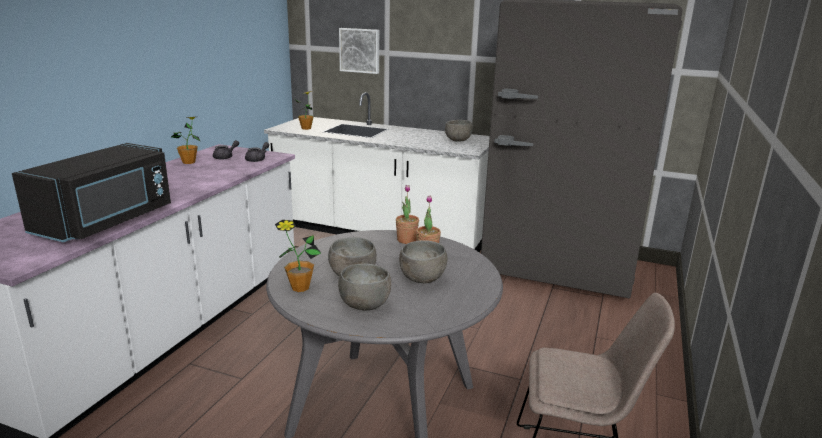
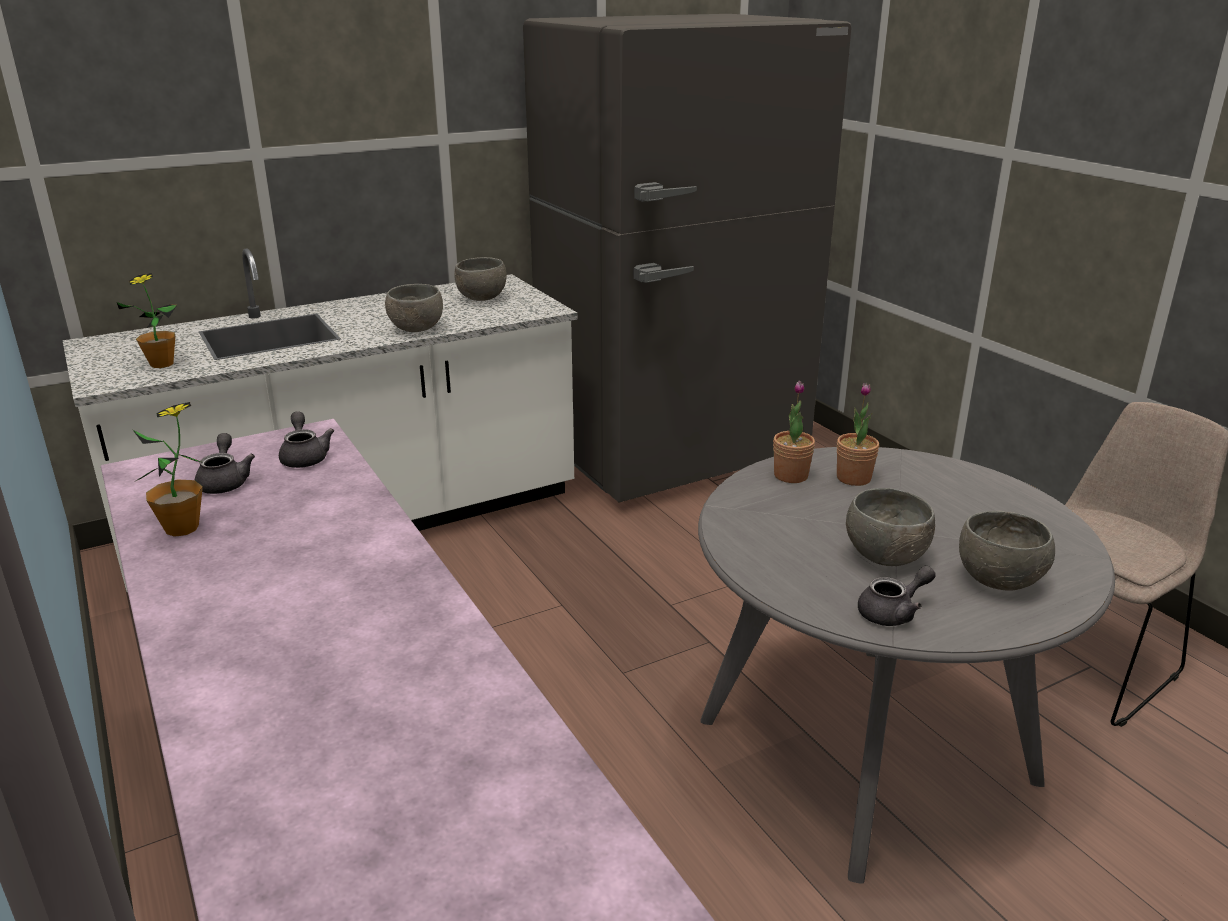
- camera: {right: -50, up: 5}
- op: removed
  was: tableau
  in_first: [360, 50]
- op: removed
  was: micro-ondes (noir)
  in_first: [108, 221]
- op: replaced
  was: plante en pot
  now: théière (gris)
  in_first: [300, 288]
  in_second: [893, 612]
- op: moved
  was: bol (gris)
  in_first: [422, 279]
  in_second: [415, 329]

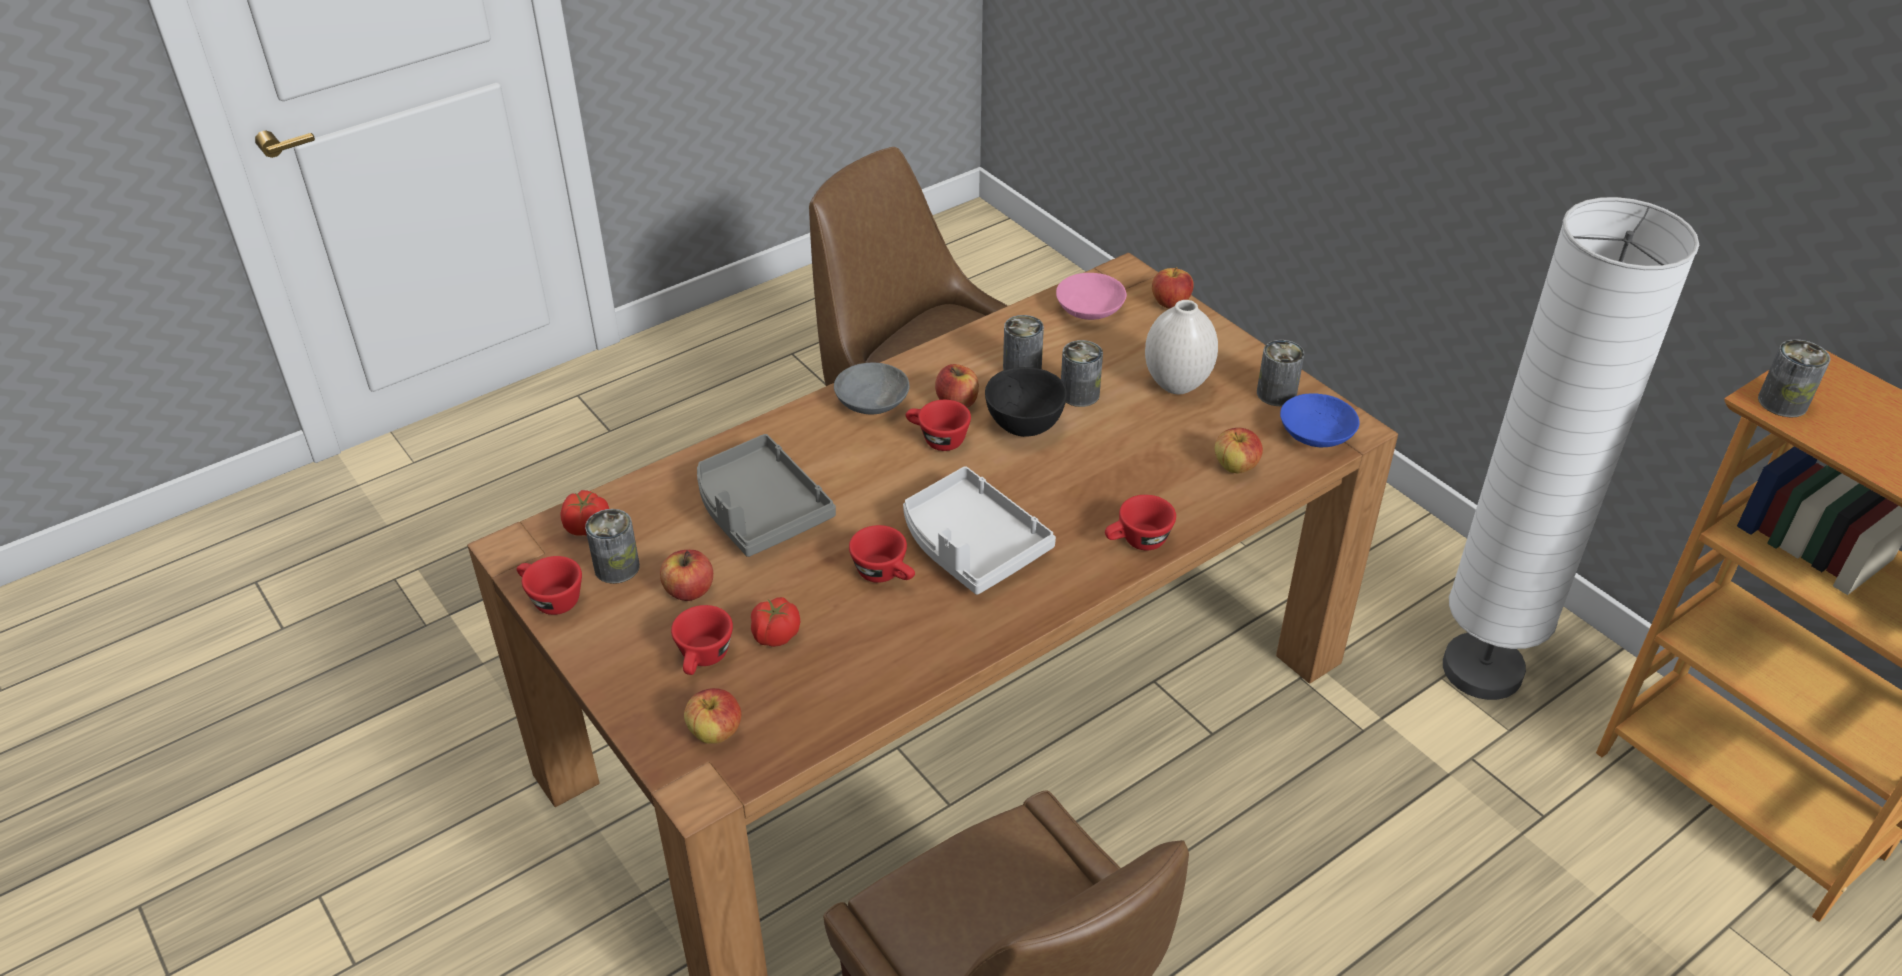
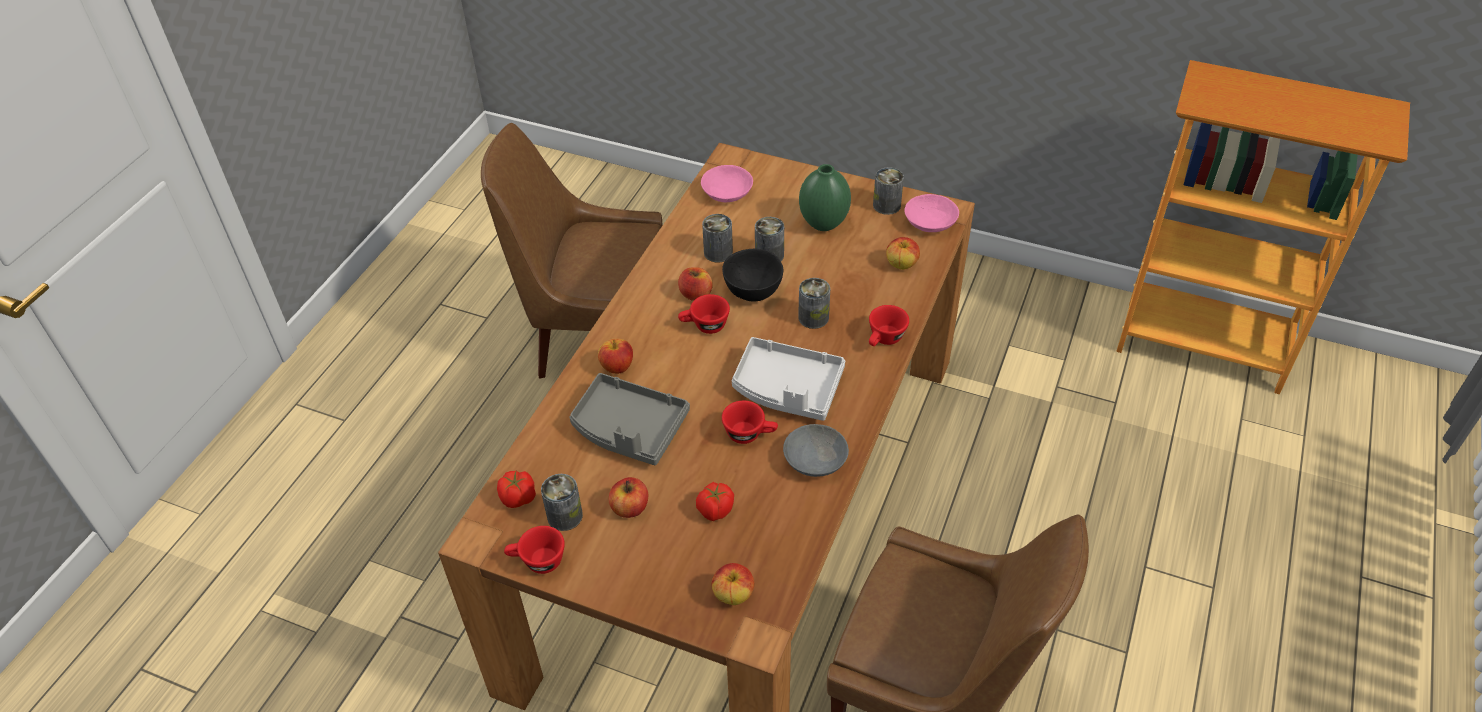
- camera: {right: -30, up: 5}
- op: removed
  was: lampadaire (blanc)
  in_first: [1482, 670]
- op: moved
  was: pomme
  in_first: [1170, 303]
  in_second: [617, 367]
- op: recoloured
  was: vase (blanc)
  now: vase (vert)
  in_first: [1176, 384]
  in_second: [823, 224]
- op: moved
  was: boîte métallique
  in_first: [1782, 402]
  in_second: [813, 317]
- op: moved
  was: bol (gris)
  in_first: [873, 402]
  in_second: [816, 460]
- op: recoloured
  was: bol (bleu)
  now: bol (rose)
  in_first: [1318, 434]
  in_second: [931, 222]
- op: removed
  was: tasse (rouge)
  in_first: [703, 659]

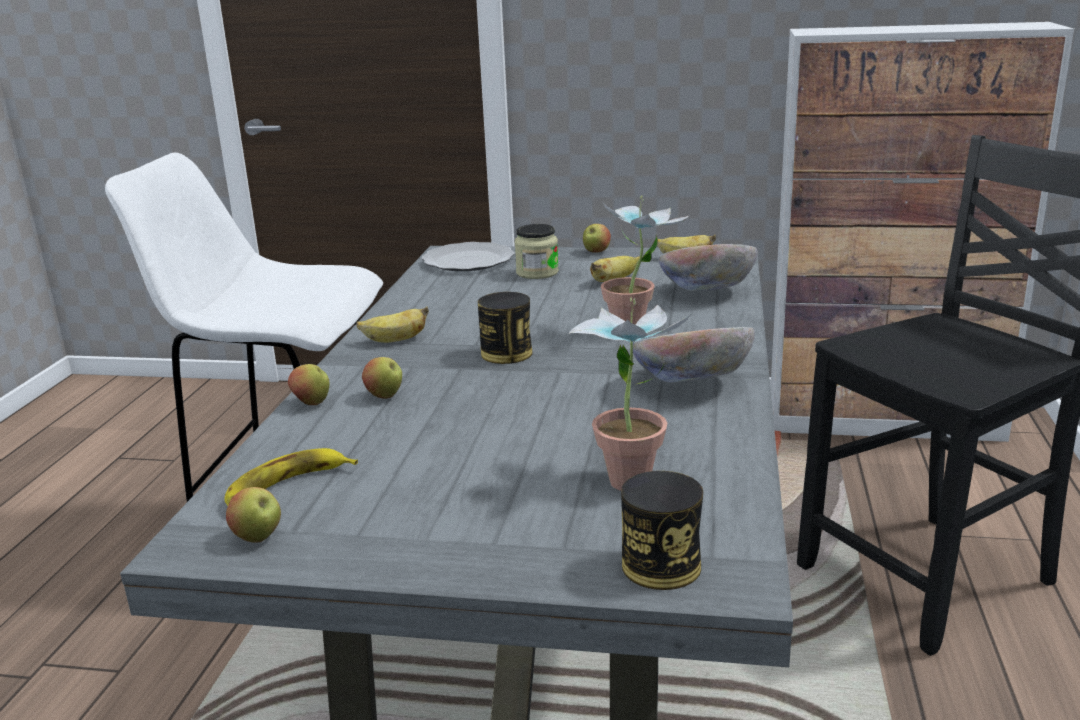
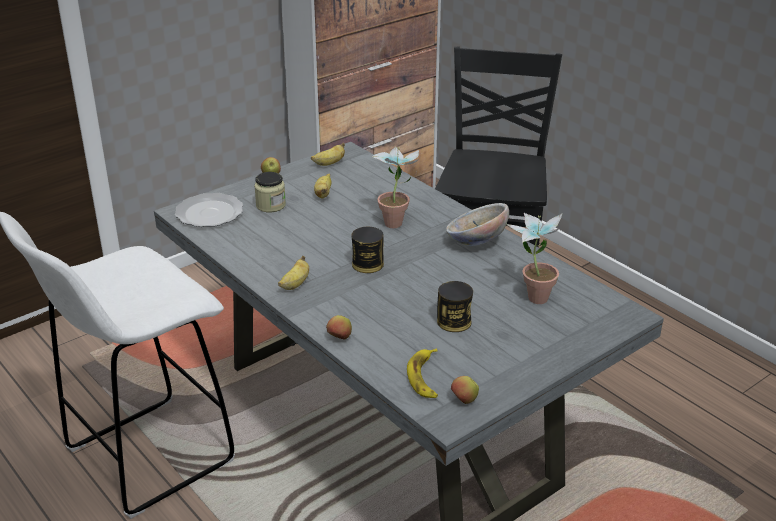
- camera: {right: -50, up: 10}
- op: removed
  was: bol
  in_first: [706, 293]
- op: removed
  was: pomme
  in_first: [385, 396]
- op: moved
  was: boîte métallique
  in_first: [661, 566]
  in_second: [454, 321]

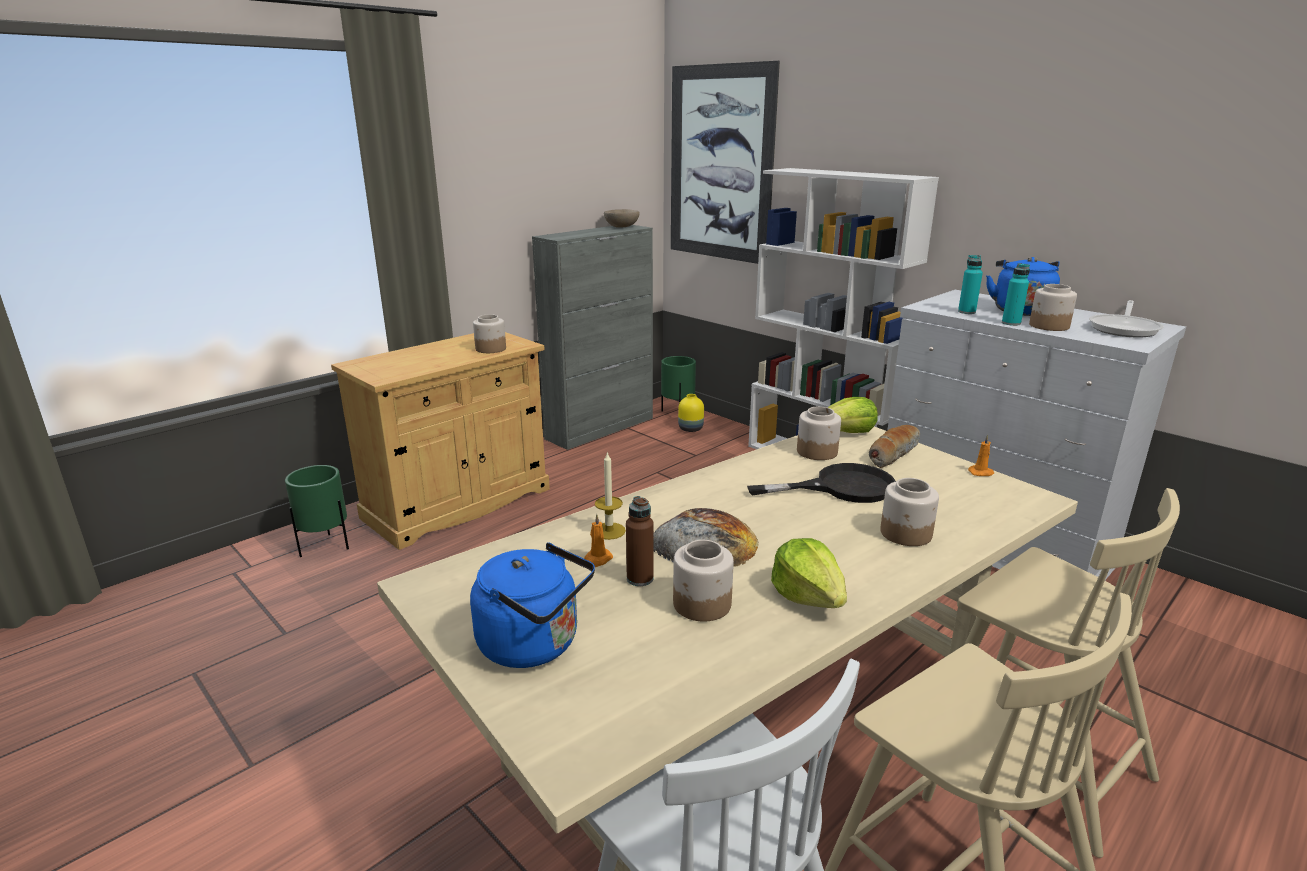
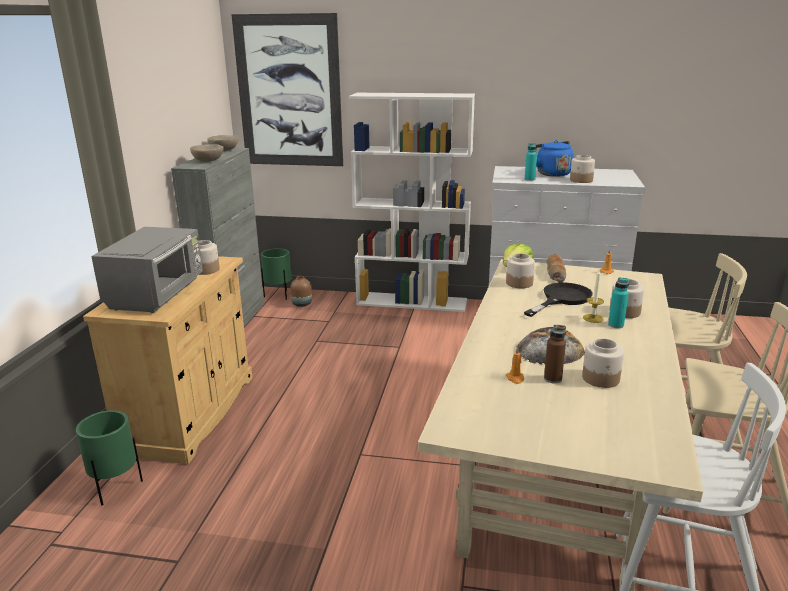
- camera: {right: -35, up: 0}
- op: moved
  was: bouteille (turquoise)
  in_first: [1011, 323]
  in_second: [616, 325]
- op: removed
  was: poêle
  in_first: [1124, 328]
- op: recoloured
  was: vase (jaune)
  now: vase (marron)
  in_first: [691, 429]
  in_second: [302, 304]
- op: moved
  was: bougie
  in_first: [609, 531]
  in_second: [593, 318]
- op: removed
  was: laitue
  in_first: [808, 596]
- op: removed
  was: bouilloire (bleu)
  in_first: [535, 644]
- op: added
  now: bol (beige)
  in_second: [208, 161]
- op: added
  now: micro-ondes (gris)
  in_second: [158, 294]

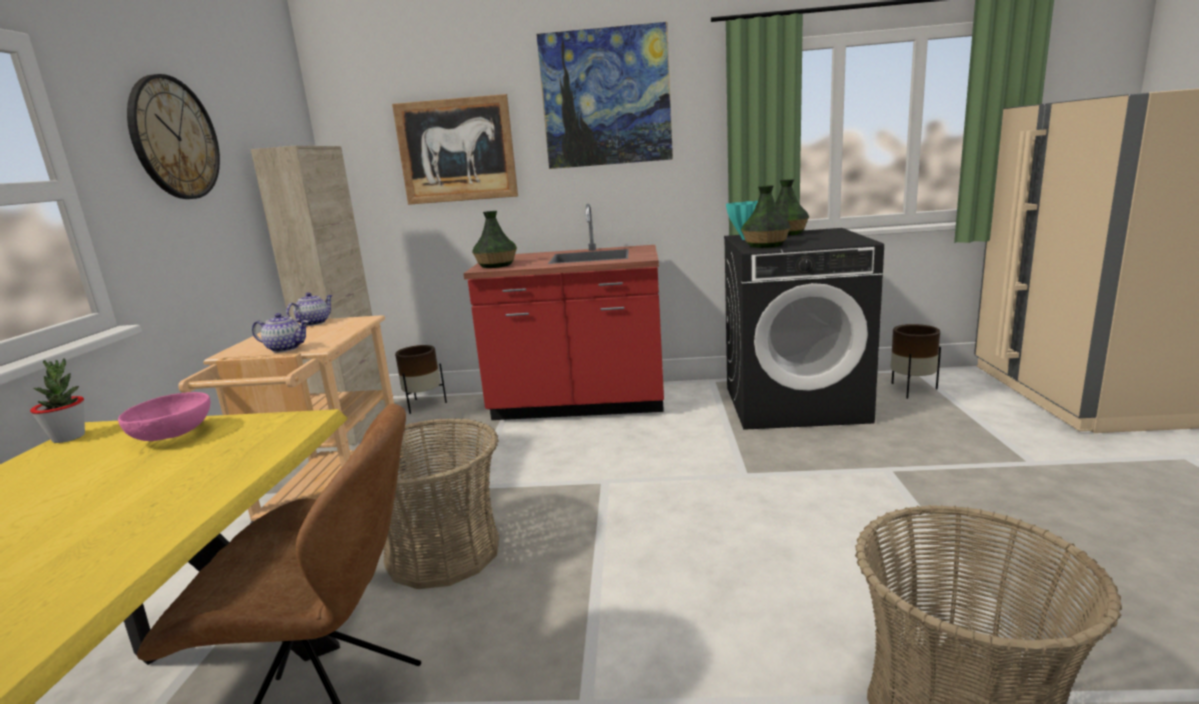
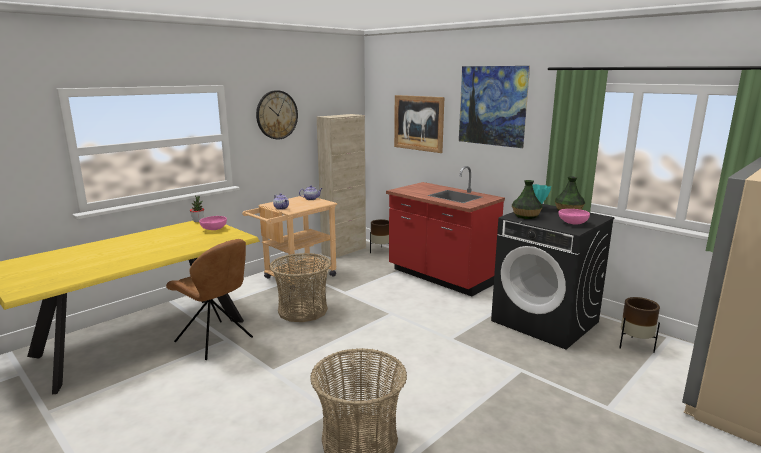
- camera: {right: 40, up: 0}
- op: removed
  was: vase
  in_first: [497, 265]
- op: added
  now: bol (rose)
  in_second: [572, 224]

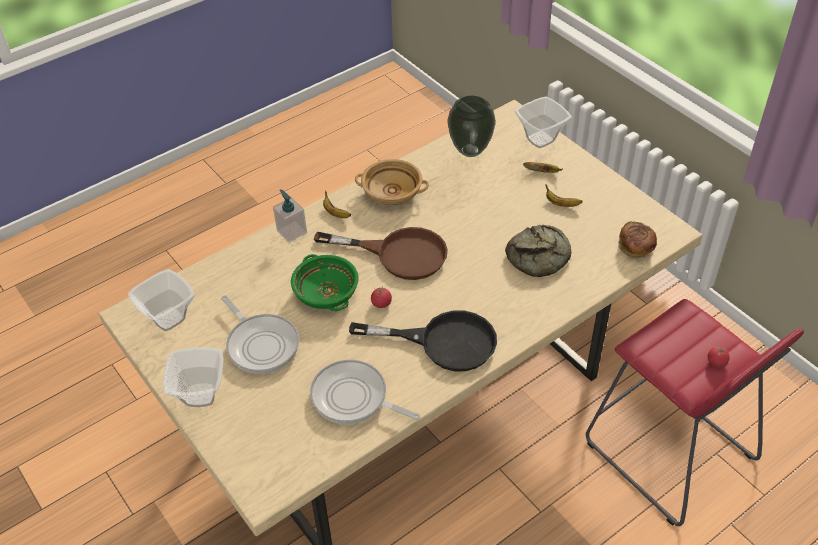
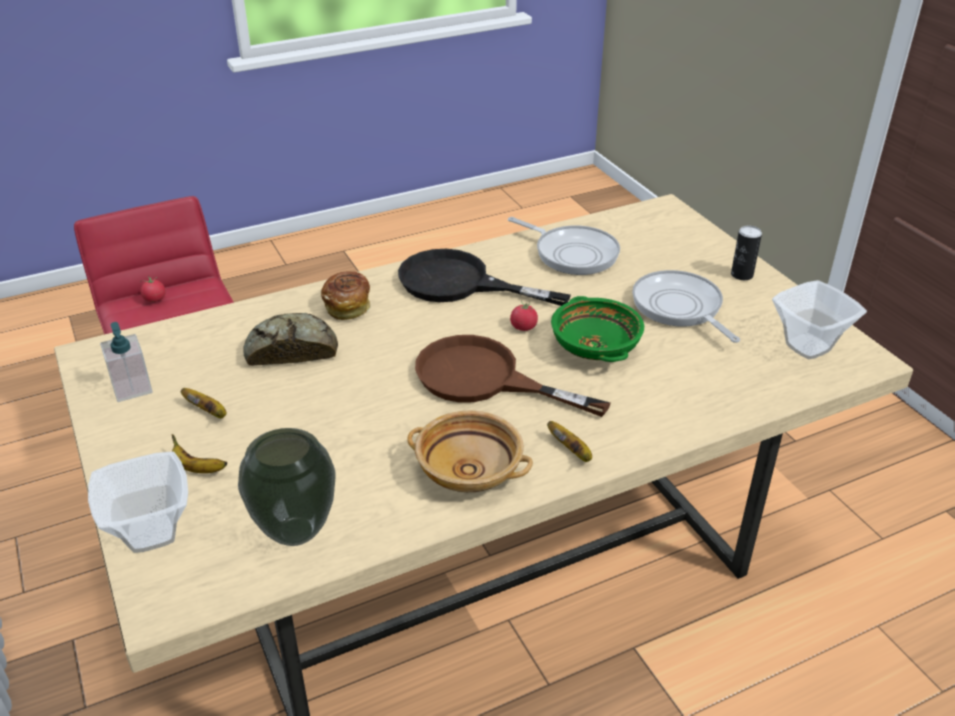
- camera: {right: -170, up: -10}
- op: moved
  was: distributeur de savon
  in_first: [291, 232]
  in_second: [132, 388]
- op: moved
  was: pain
  in_first: [636, 248]
  in_second: [348, 306]
- op: replaced
  was: bol
  now: boîte métallique
  in_first: [202, 394]
  in_second: [742, 275]

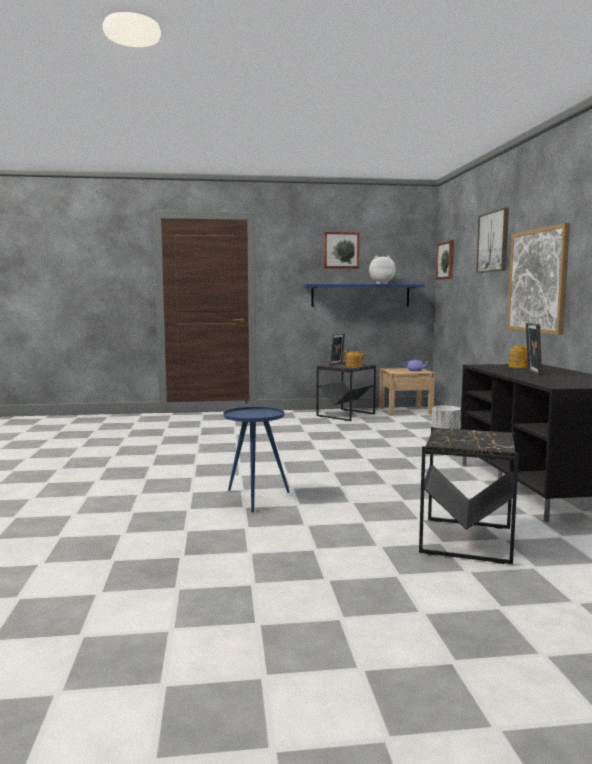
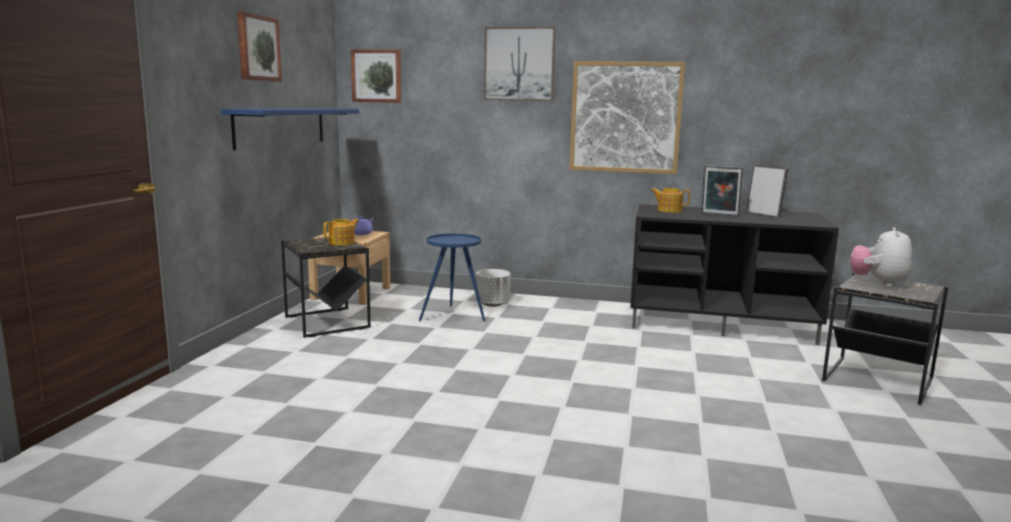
- camera: {right: -70, up: 5}
- op: moved
  was: peluche
  in_first: [381, 284]
  in_second: [878, 283]
- op: moved
  was: cadre photo
  in_first: [337, 364]
  in_second: [764, 215]
- op: moved
  was: table d'appoint (bleu)
  in_first: [254, 499]
  in_second: [453, 316]

